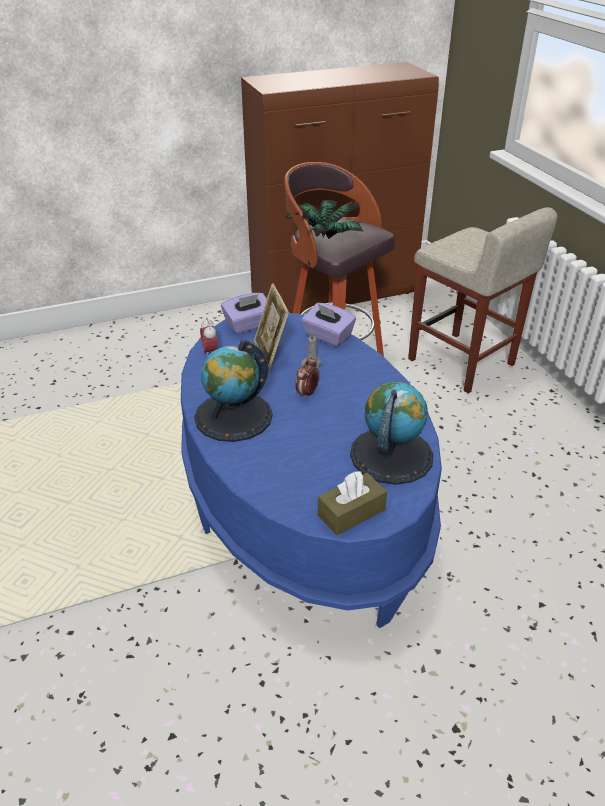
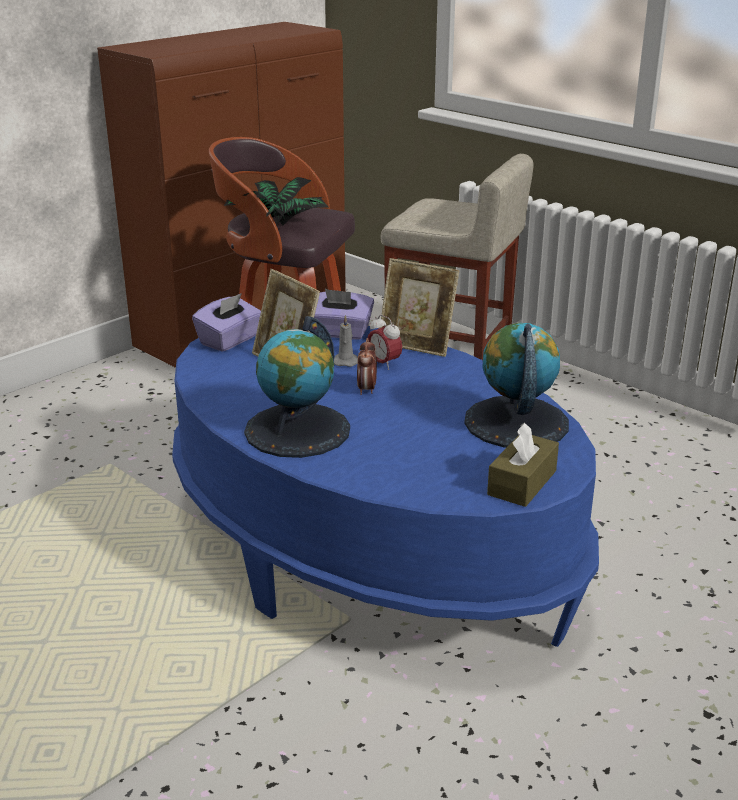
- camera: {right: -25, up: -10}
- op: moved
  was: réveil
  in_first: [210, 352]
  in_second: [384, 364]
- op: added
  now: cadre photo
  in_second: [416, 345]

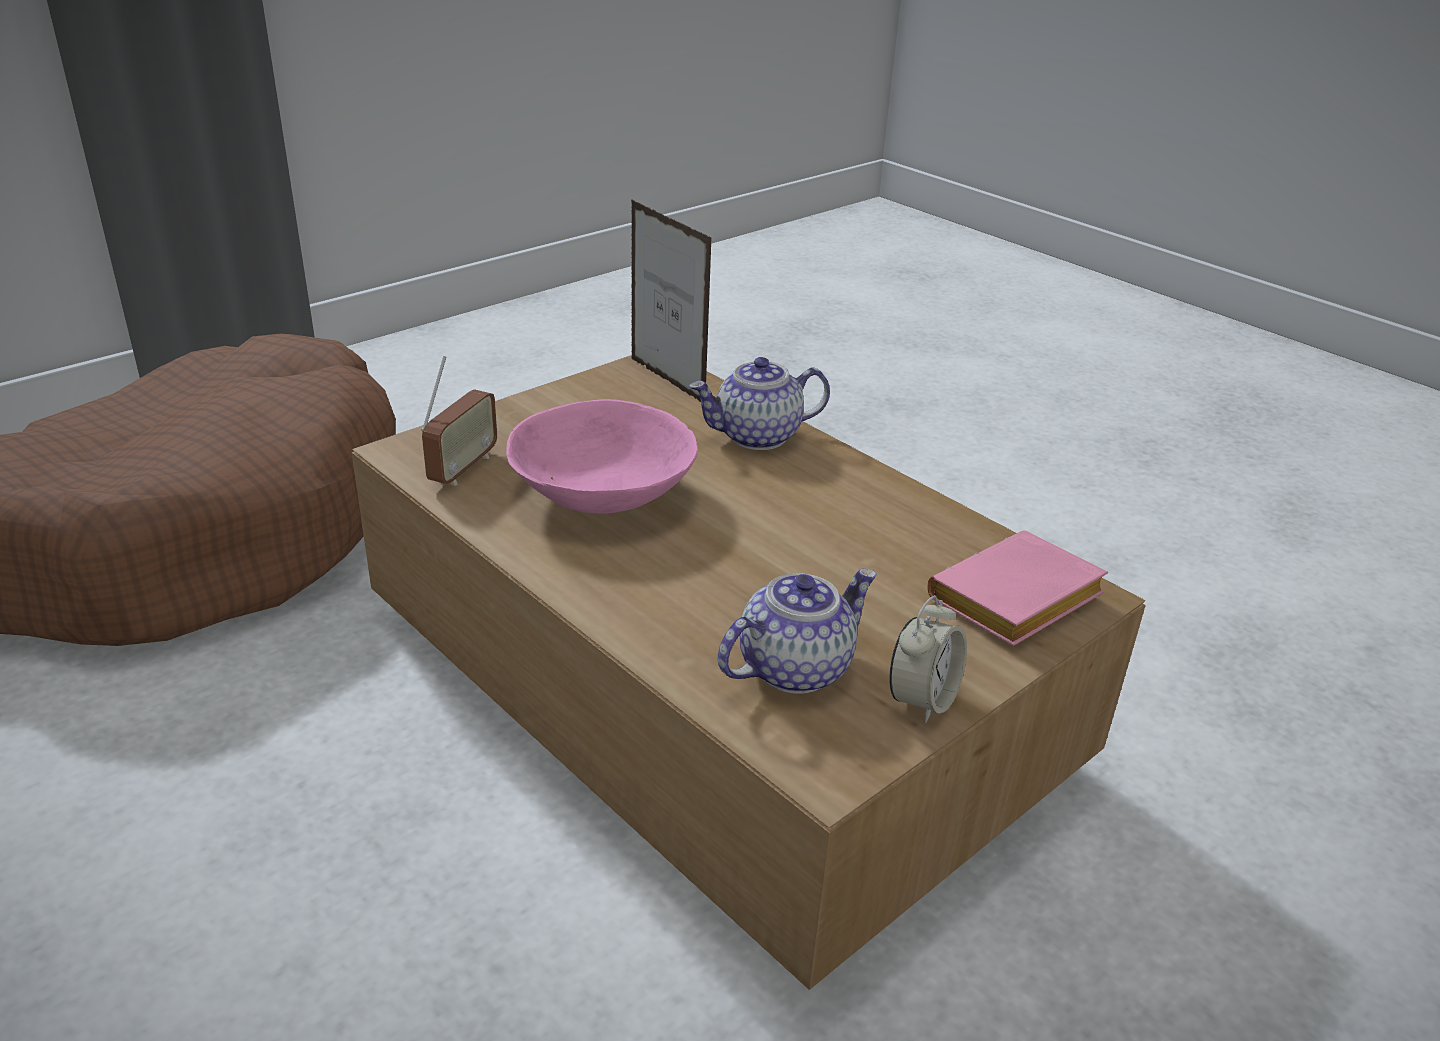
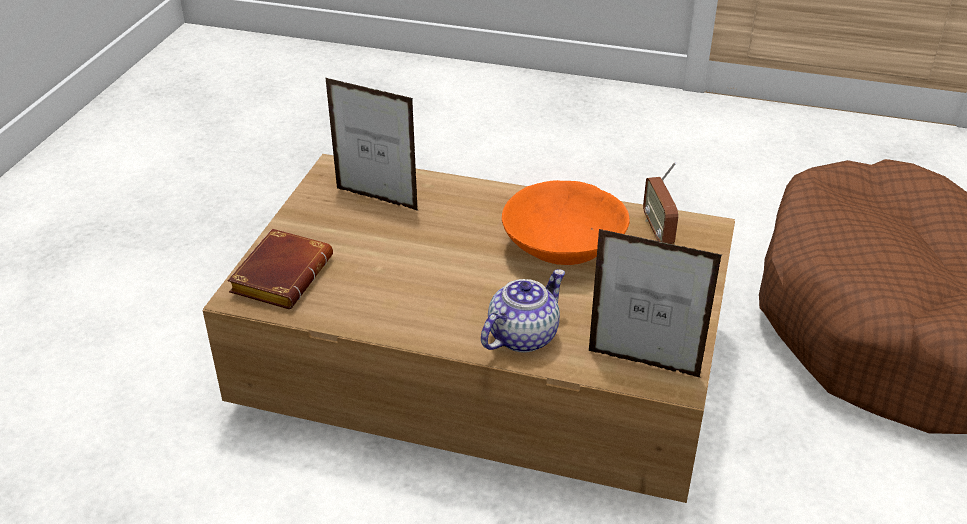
- camera: {right: 150, up: 5}
- op: recoloured
  was: bol (rose)
  now: bol (orange)
  in_first: [601, 495]
  in_second: [563, 247]
- op: recoloured
  was: livre (rose)
  now: livre (marron)
  in_first: [1015, 603]
  in_second: [281, 274]
- op: replaced
  was: théière
  now: cadre photo
  in_first: [794, 667]
  in_second: [377, 199]
- op: removed
  was: réveil
  in_first: [922, 699]

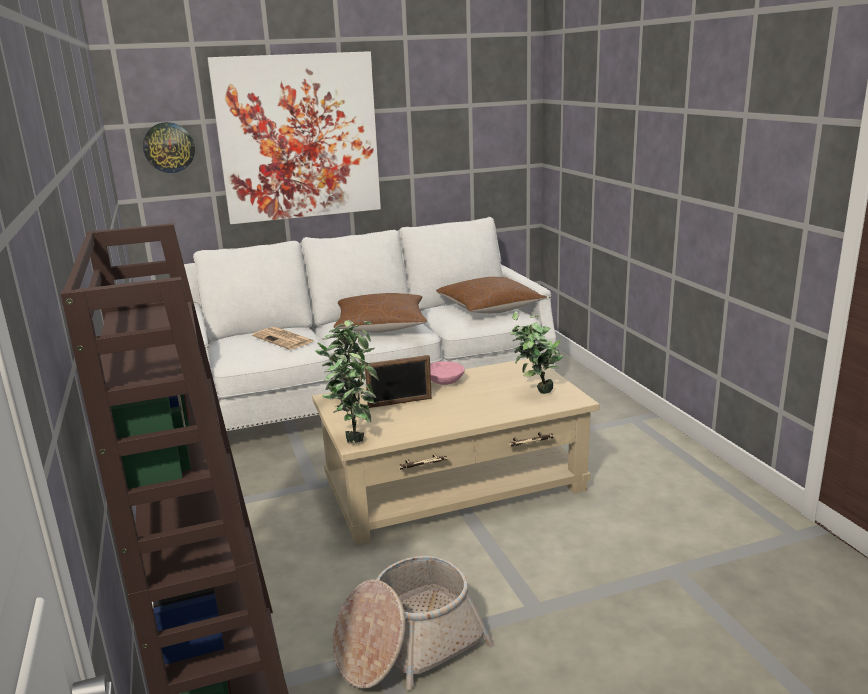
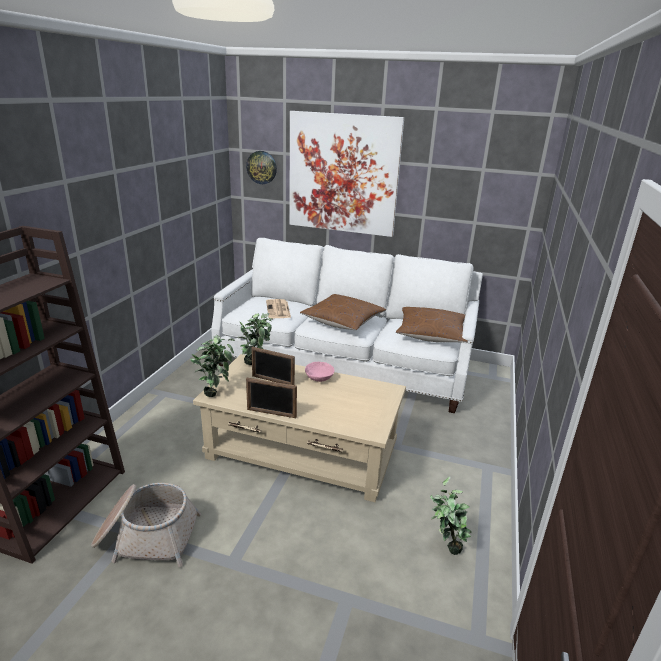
- camera: {right: 35, up: 5}
- op: moved
  was: plante en pot
  in_first: [535, 392]
  in_second: [445, 547]
- op: added
  now: cadre photo
  in_second: [271, 413]

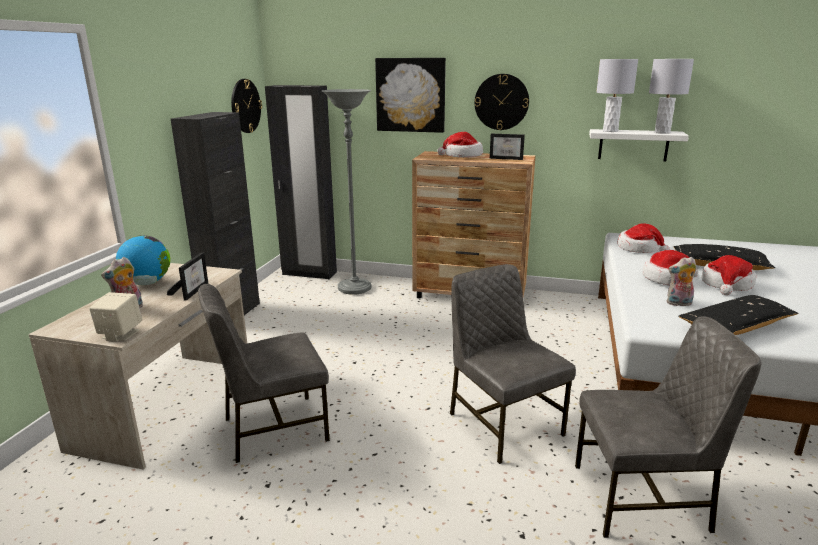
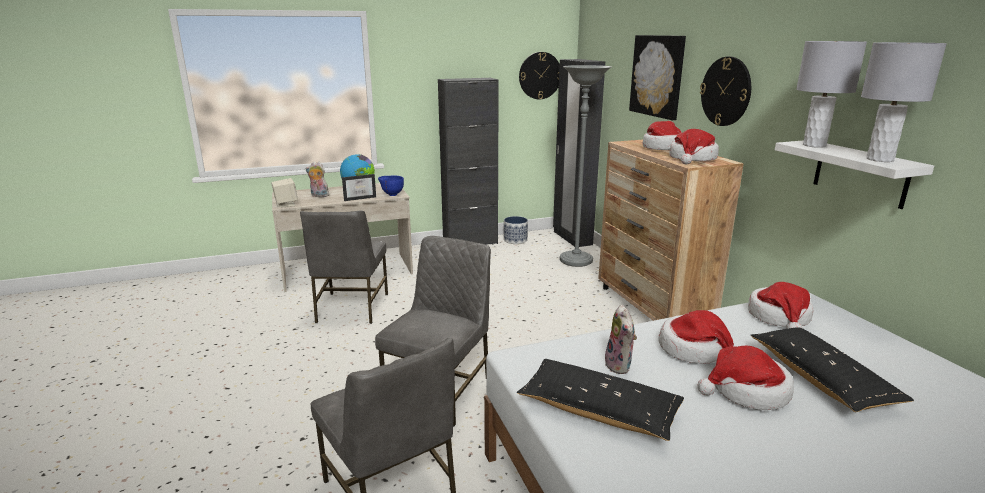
- camera: {right: 55, up: 0}
- op: replaced
  was: cadre photo
  now: chapeau
  in_first: [507, 158]
  in_second: [692, 159]
- op: turned
  was: peluche
  in_first: [678, 303]
  in_second: [620, 366]
  clockwise: -150
- op: turned
  was: chaise (gris)
  in_first: [273, 428]
  in_second: [351, 308]
  clockwise: -120
- op: added
  now: bol (bleu)
  in_second: [391, 194]
- op: added
  now: cache-pot
  in_second: [515, 240]

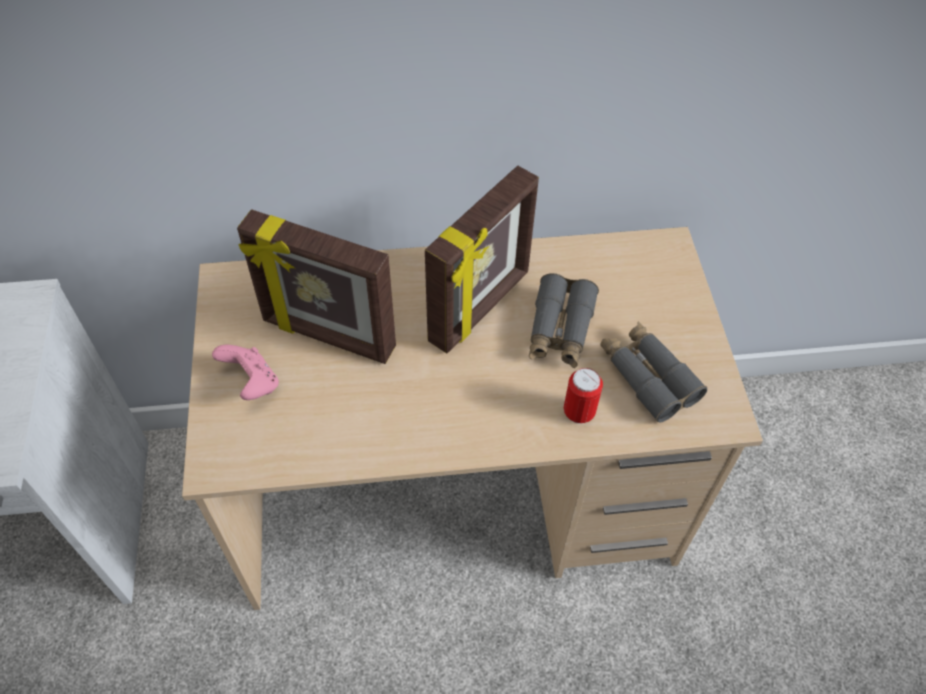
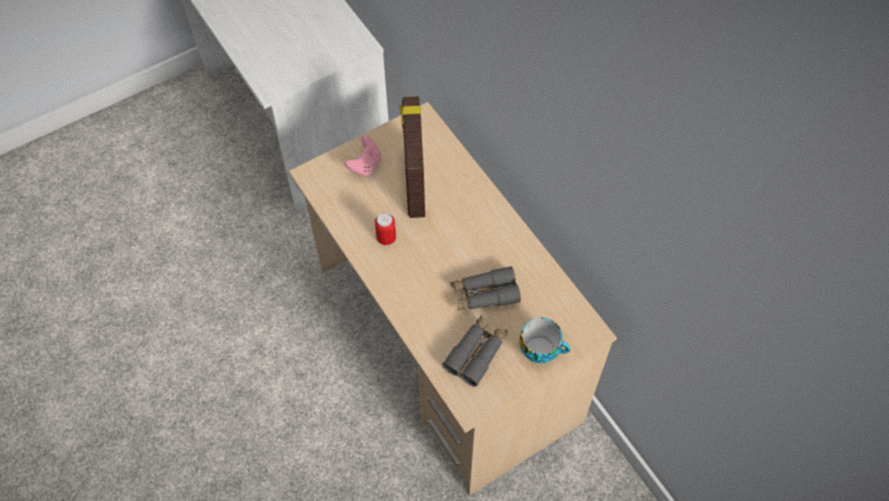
- camera: {right: 65, up: 5}
- op: removed
  was: cadre photo
  in_first: [481, 308]
- op: moved
  was: boîte métallique
  in_first: [578, 412]
  in_second: [386, 239]
- op: added
  now: tasse
  in_second: [541, 349]

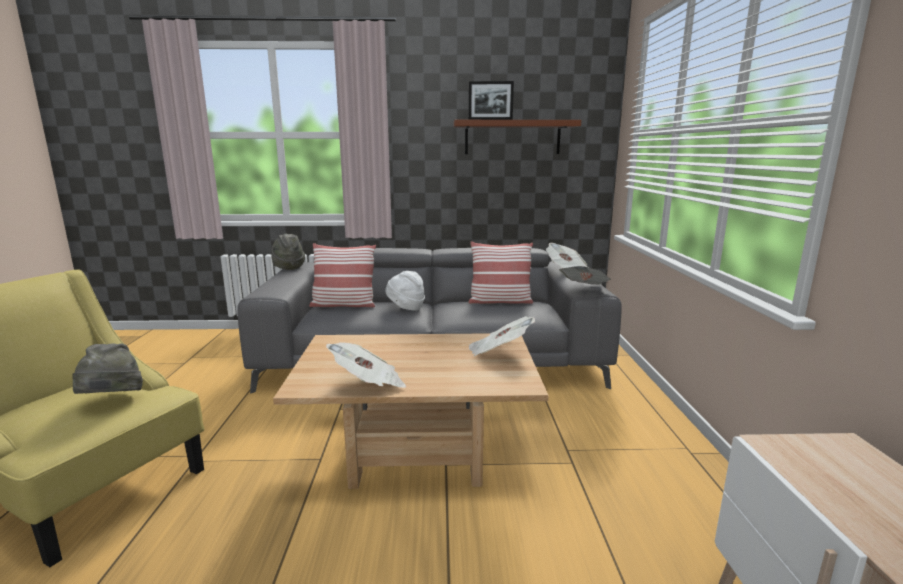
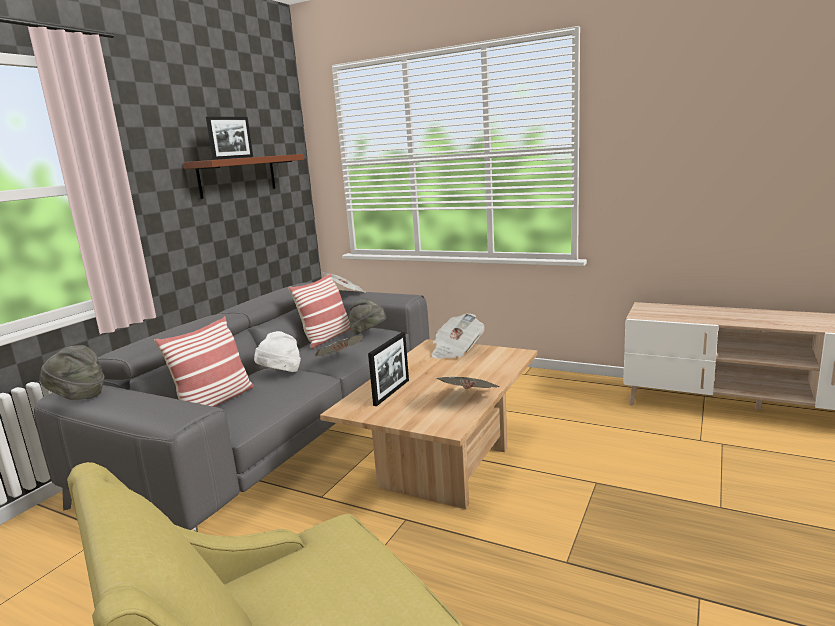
- camera: {right: -60, up: 0}
- op: moved
  was: journal
  in_first: [584, 289]
  in_second: [340, 359]
- op: moved
  was: chapeau (gris)
  in_first: [112, 401]
  in_second: [368, 334]
- op: added
  now: cadre photo
  in_second: [391, 392]

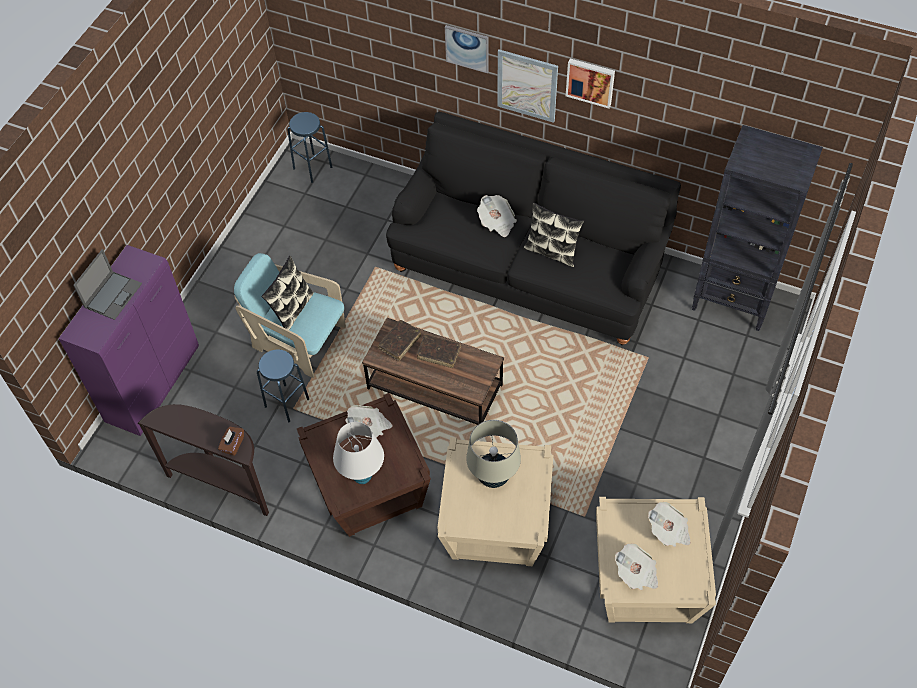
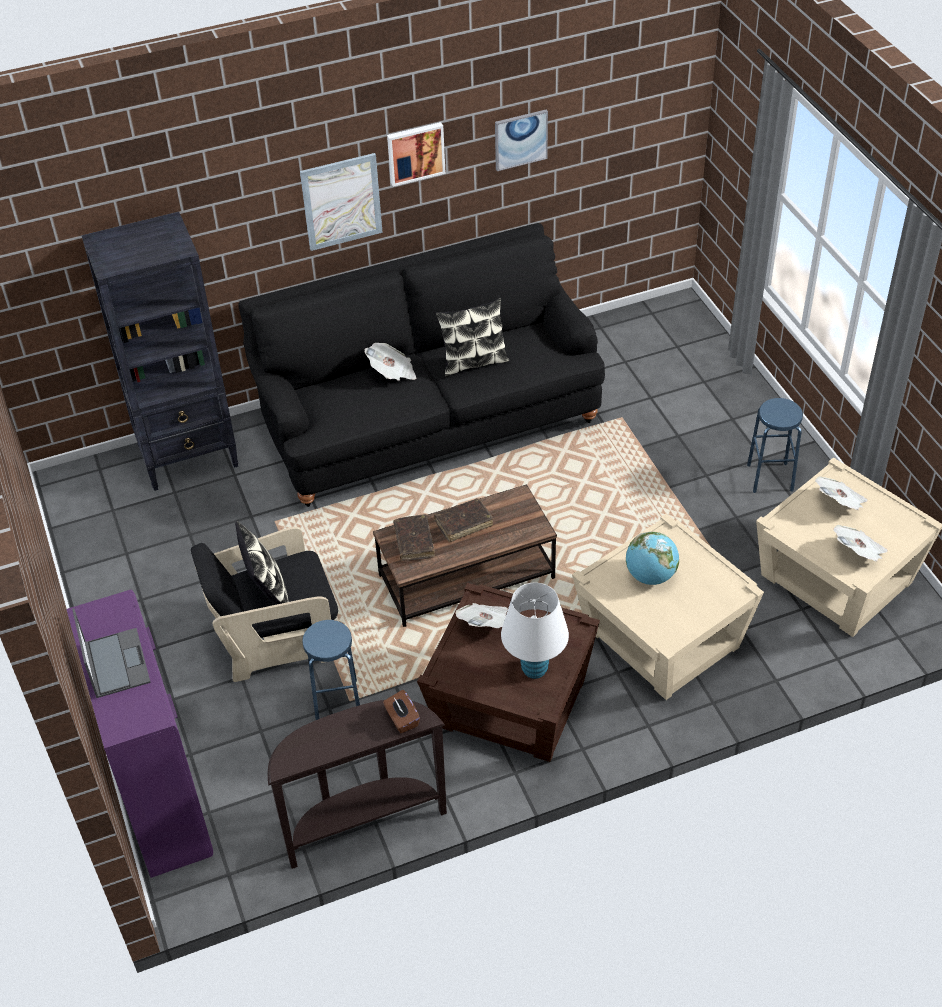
- camera: {right: -45, up: -10}
- op: moved
  was: tableau
  in_first: [467, 48]
  in_second: [520, 139]
- op: moved
  was: tabouret (bleu)
  in_first: [312, 167]
  in_second: [769, 477]
- op: moved
  was: bibliothèque (noir)
  in_first: [733, 300]
  in_second: [189, 456]
- op: recoloured
  was: fauteuil (turquoise)
  now: fauteuil (noir)
  in_first: [299, 340]
  in_second: [276, 639]
- op: replaced
  was: lampe de table (beige)
  now: globe
  in_first: [493, 477]
  in_second: [650, 576]

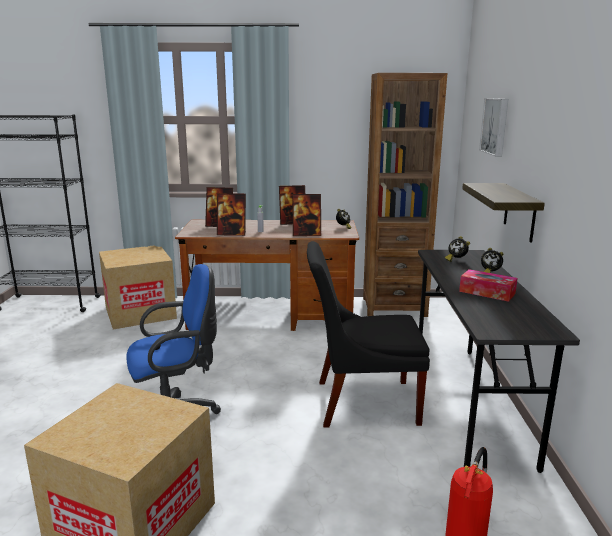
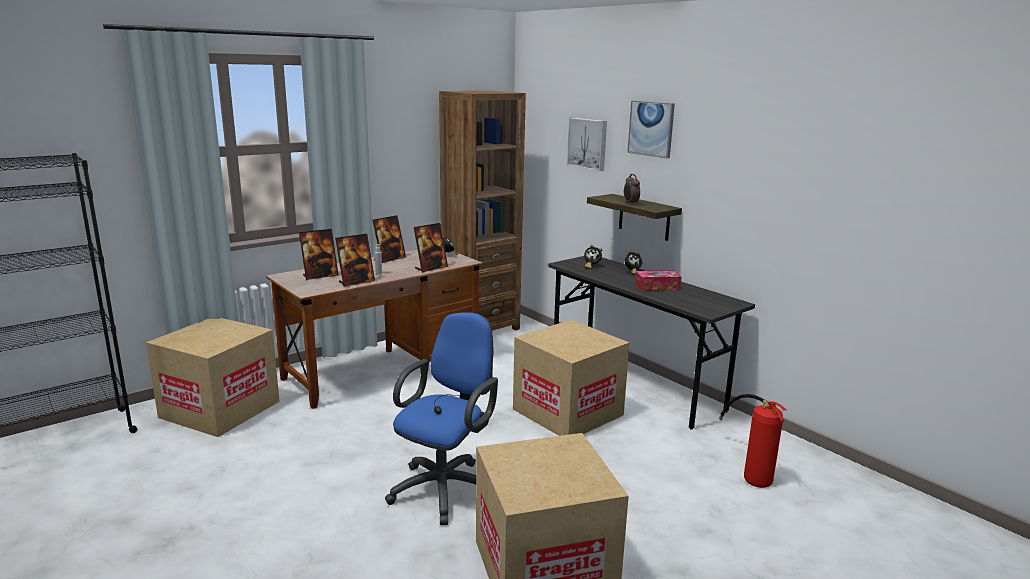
- camera: {right: -40, up: 0}
- op: replaced
  was: chaise (noir)
  now: carton
  in_first: [361, 402]
  in_second: [567, 412]
- op: added
  now: tableau
  in_second: [651, 128]
- op: added
  now: réveil
  in_second: [630, 204]

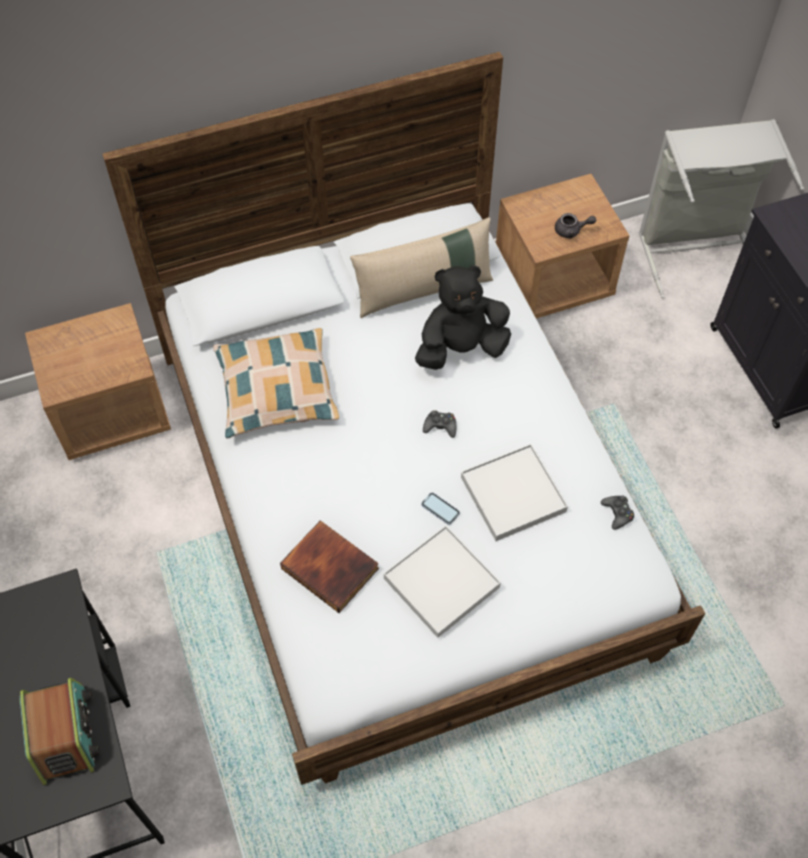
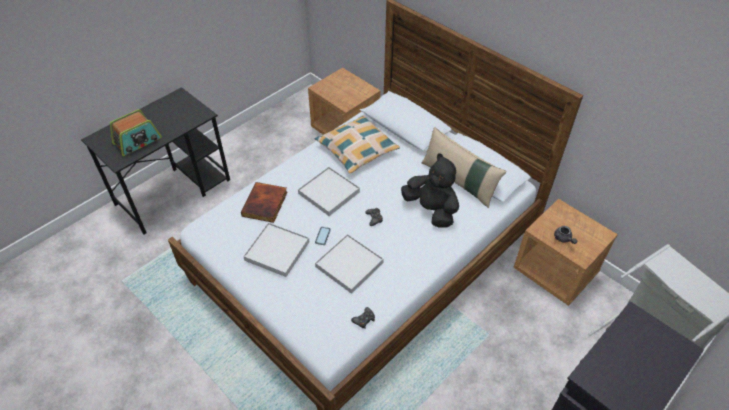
- camera: {right: 65, up: -10}
- op: added
  now: plateau (blanc)
  in_second: [329, 192]

